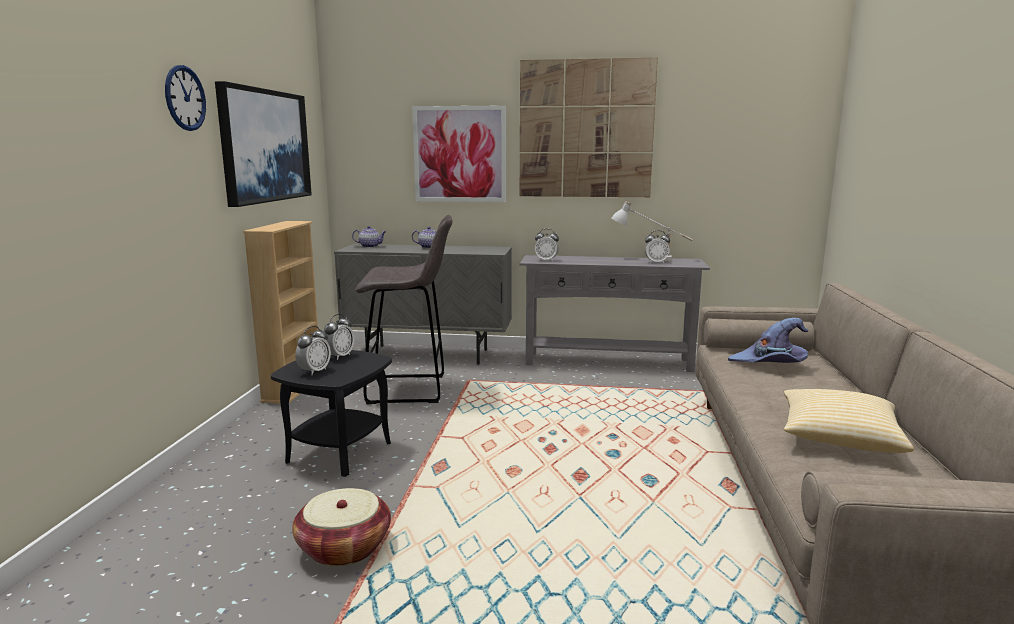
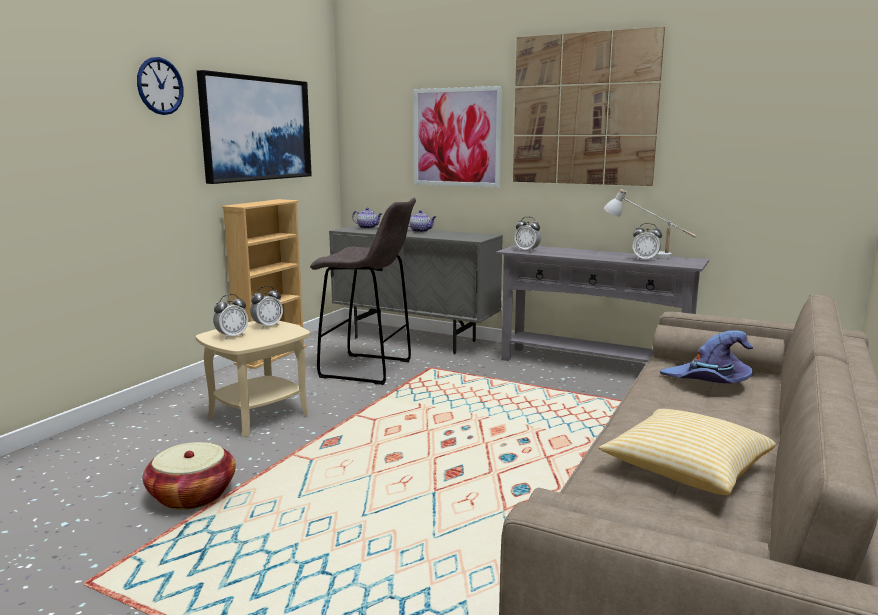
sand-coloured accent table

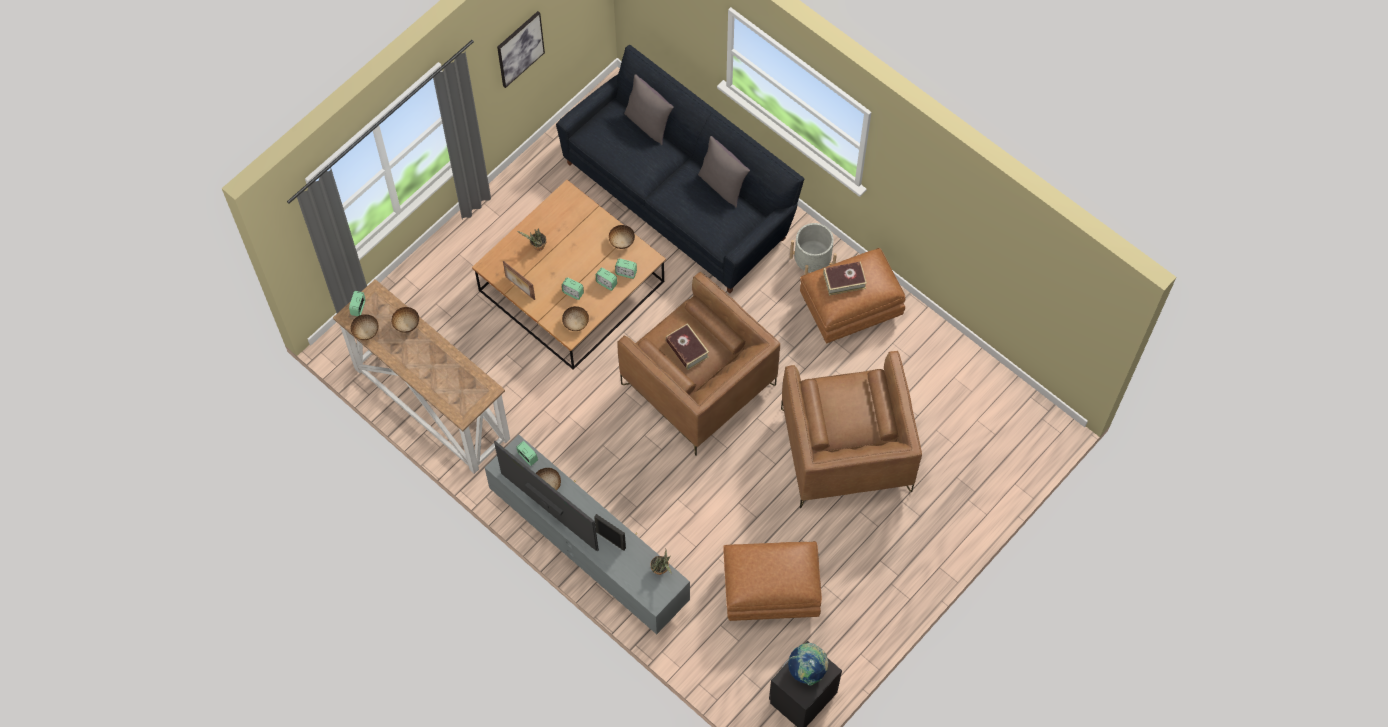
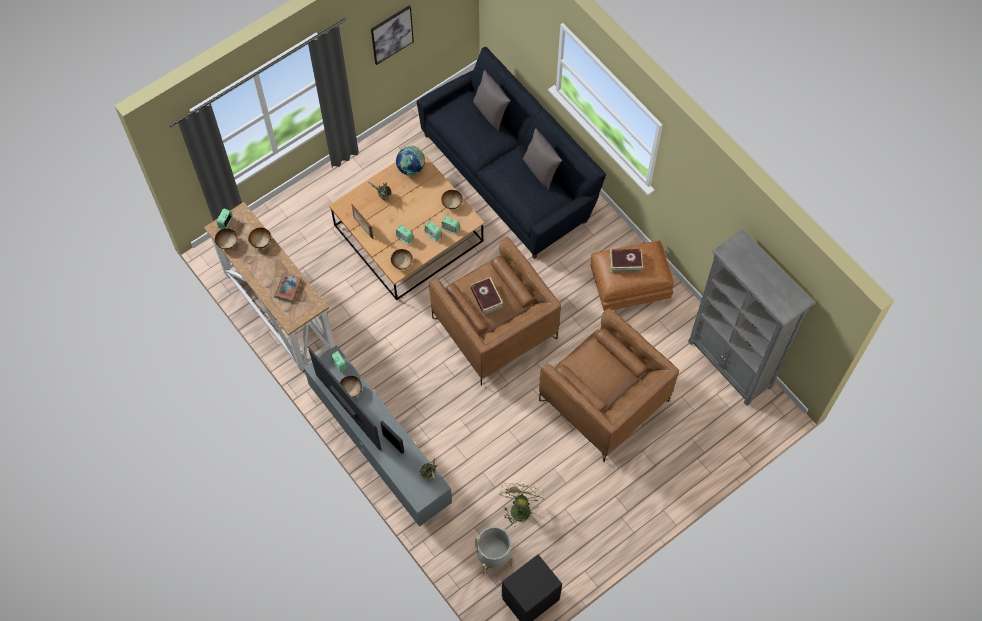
gray plant pot; brownish easy chair (2nd from left); green electric fan; world globe; gray bookcase; bound book (1st from left)

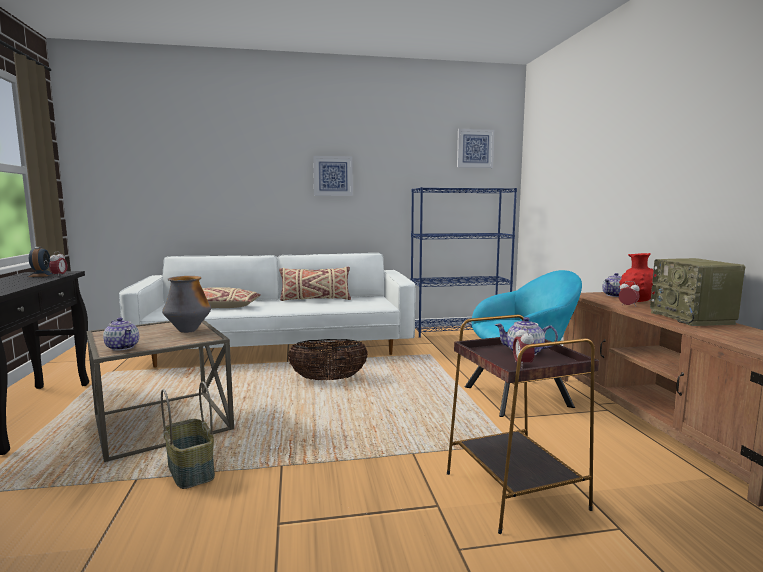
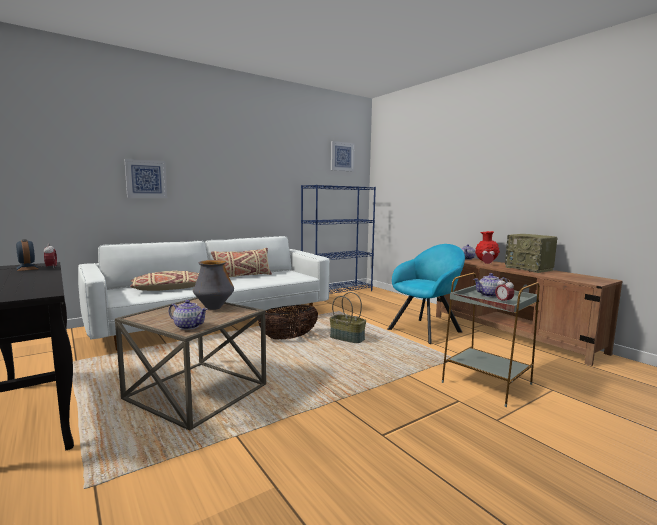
wall picture (1st from left); gray accent table; storage basket (2nd from left)

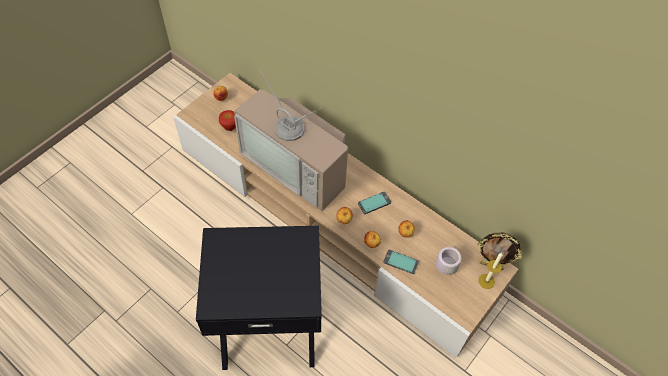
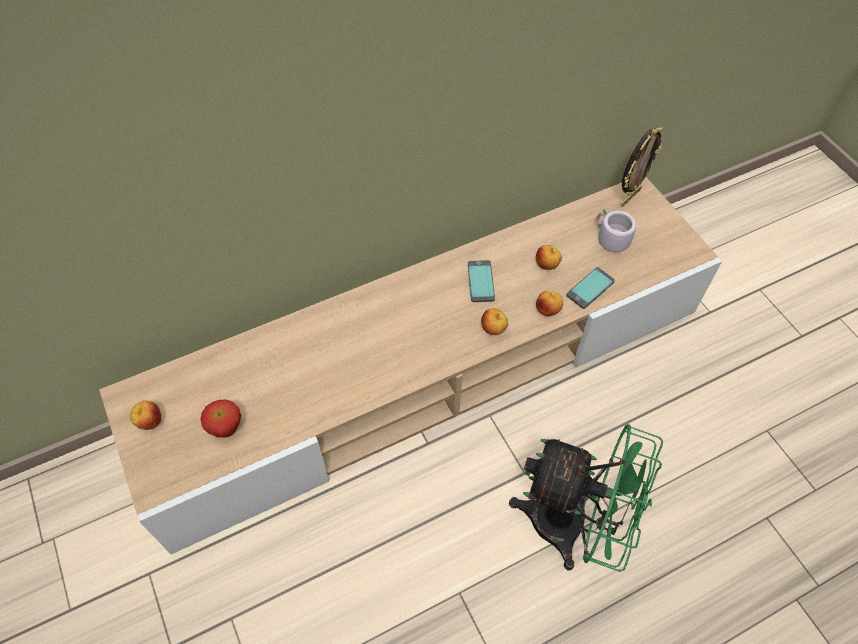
television; green electric fan; wax light

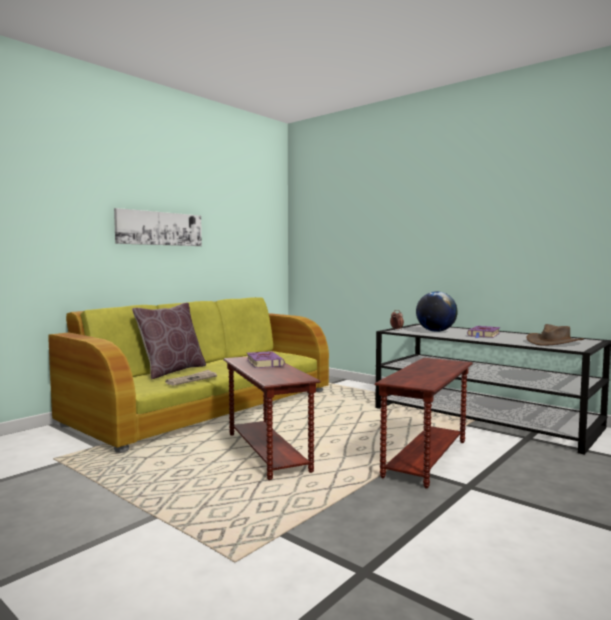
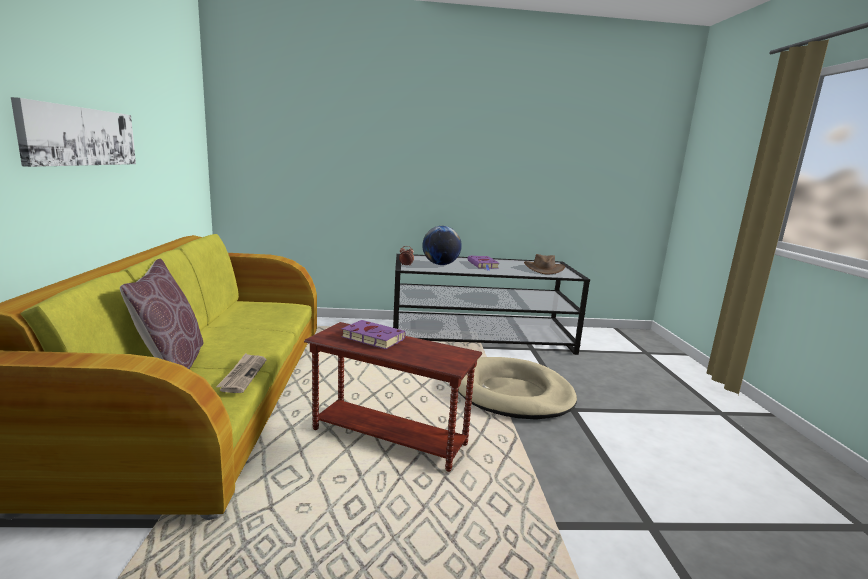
sand-coloured pet bed

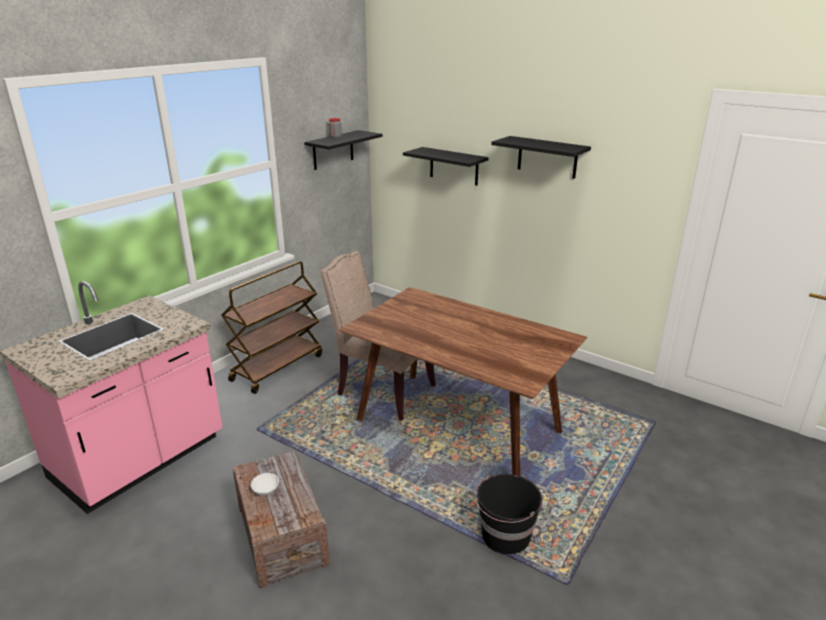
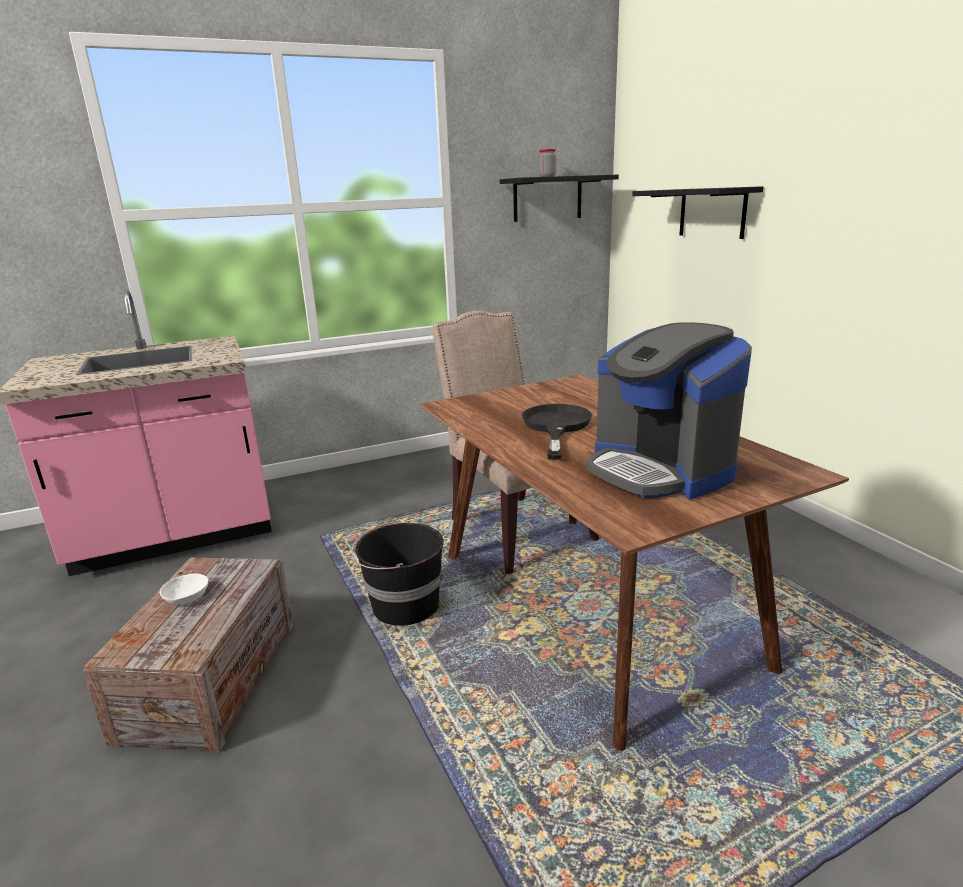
black wall shelf (3rd from left in the first image); brownish cart; black water bucket; coffee brewer; black pan

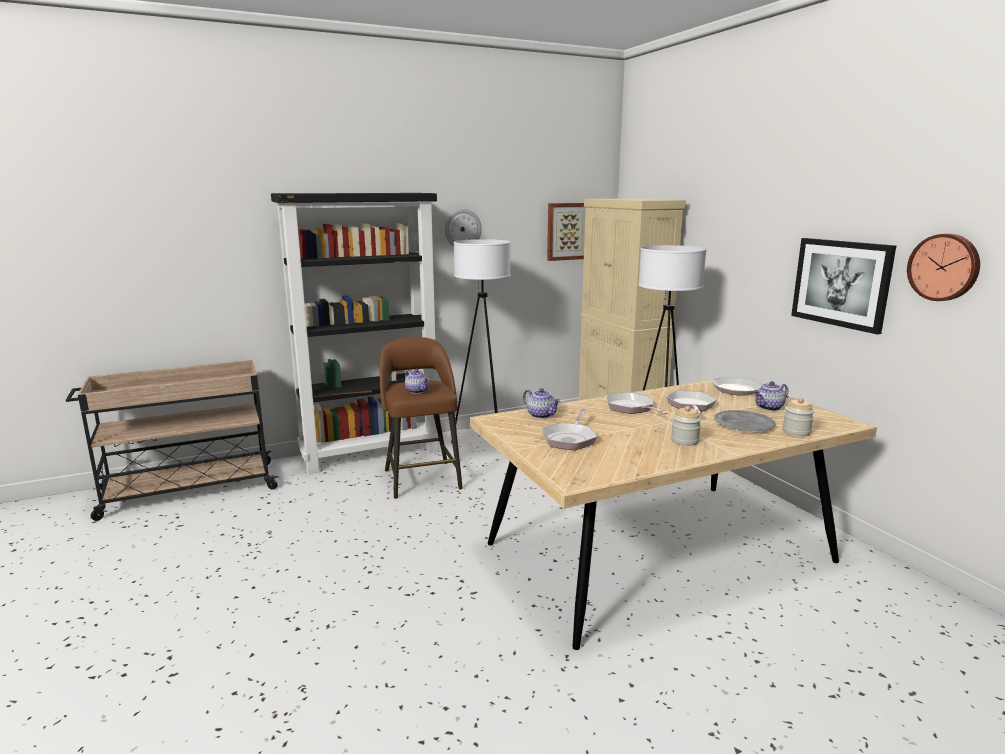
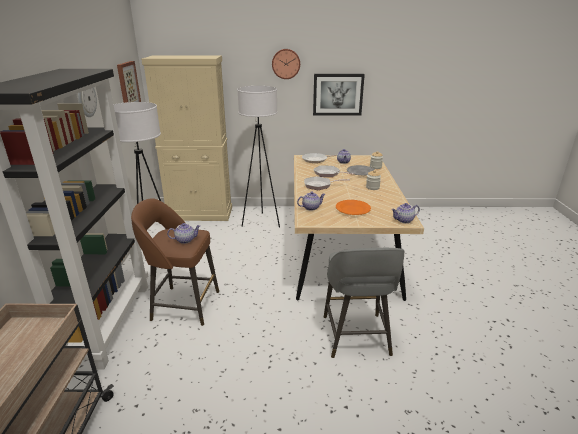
wall clock (2nd from left); orangey dinner plate; teapot (4th from left); gray sitting stool

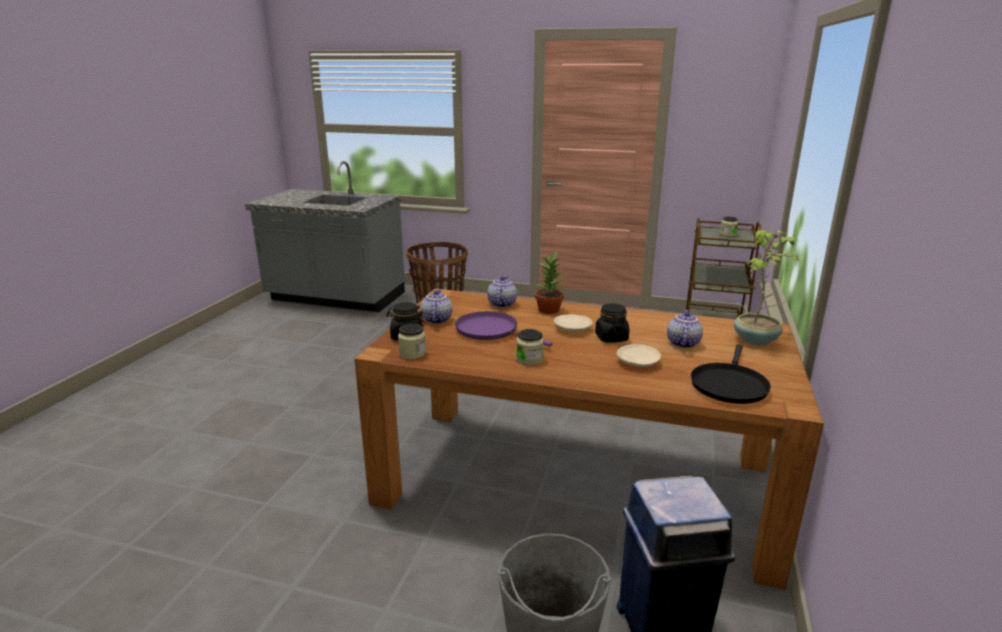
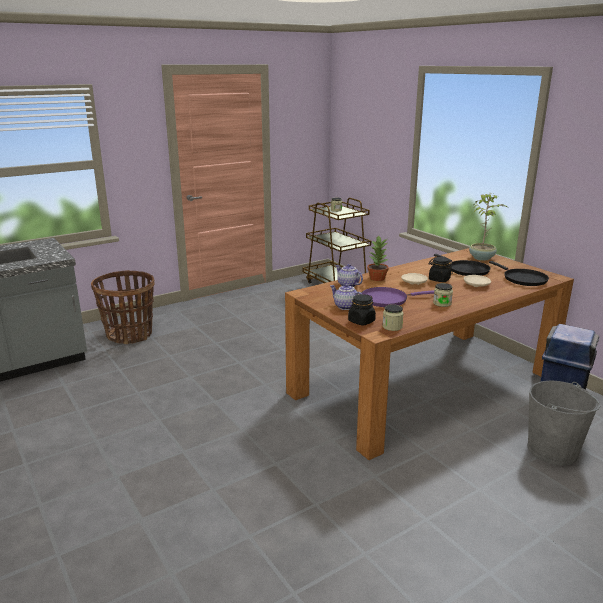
black pan (1st from left)

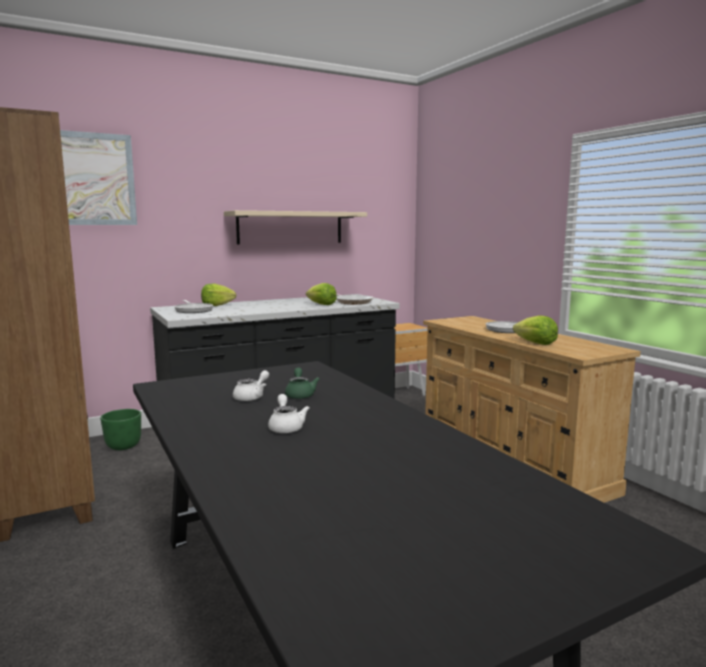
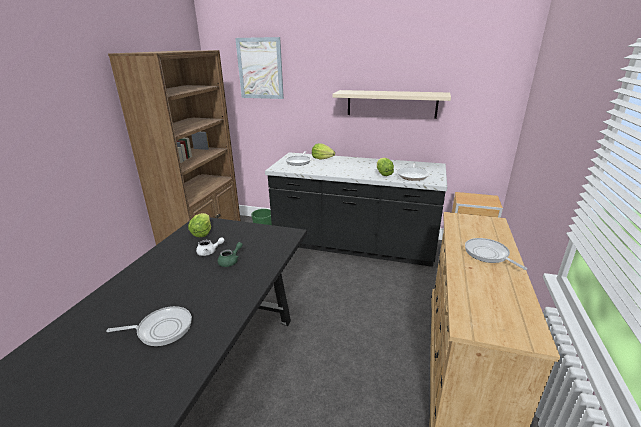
lettuce head (1st from left); whitish teapot (2nd from left in the first image); pan (1st from left)

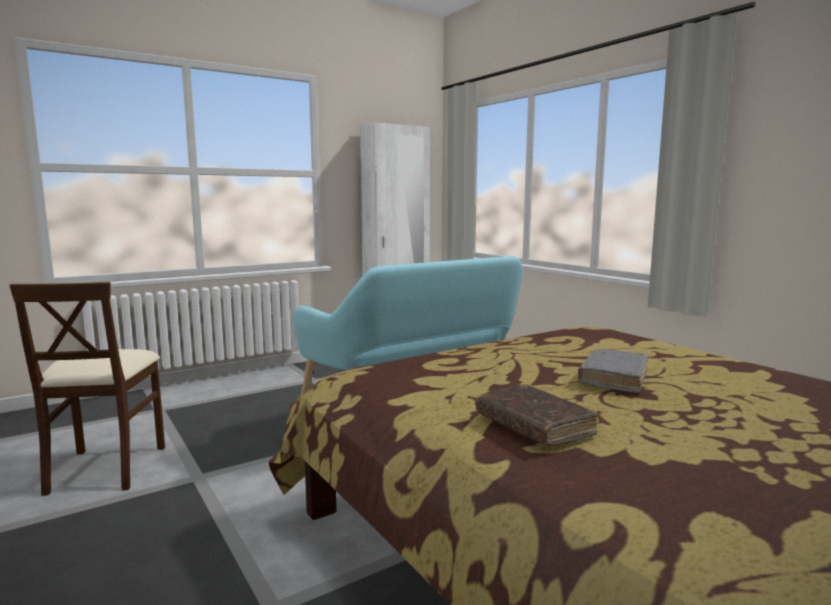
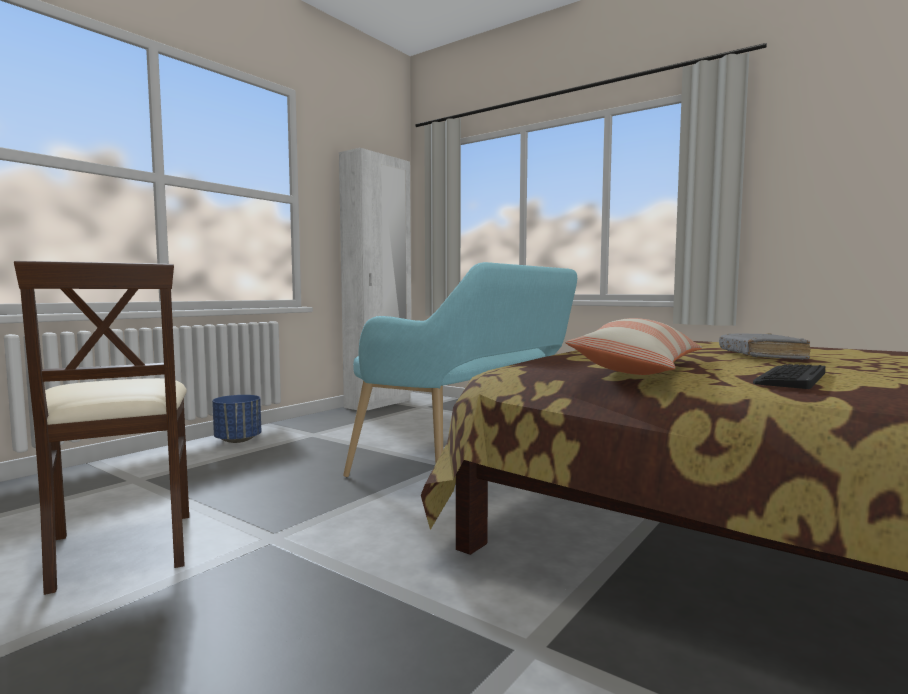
computer keyboard; cushion; blue plant pot

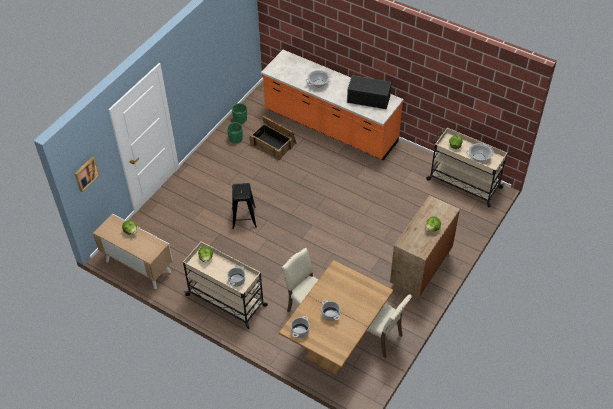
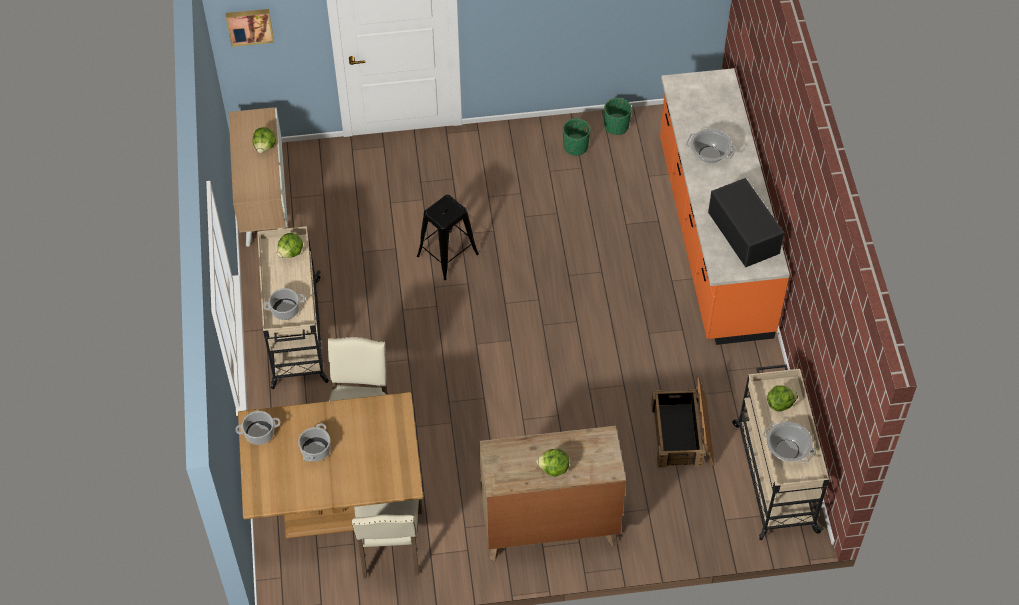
shipping crate

